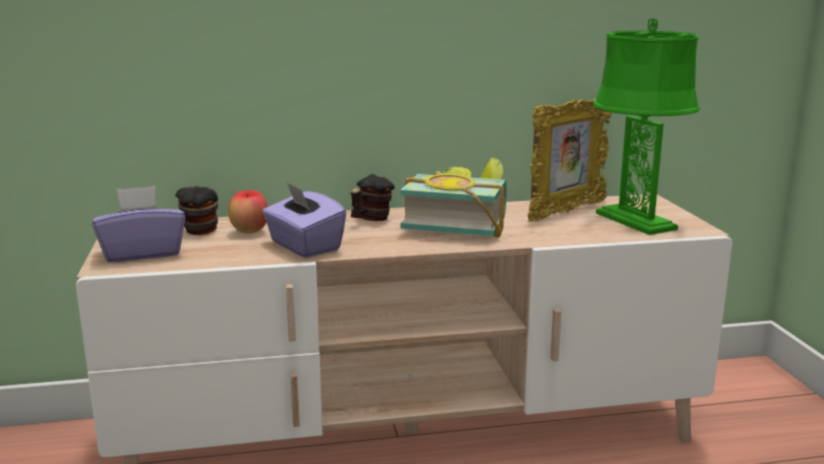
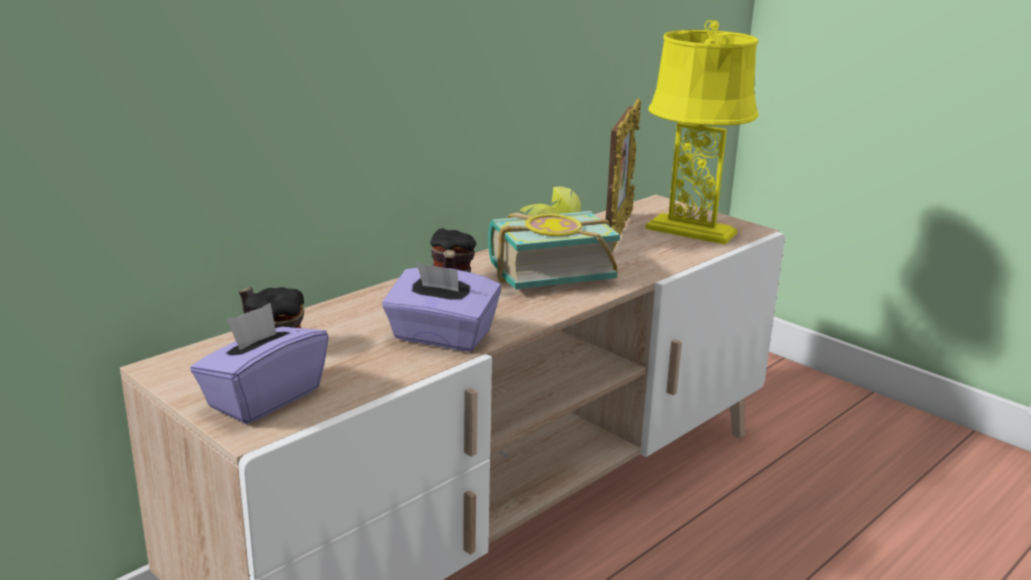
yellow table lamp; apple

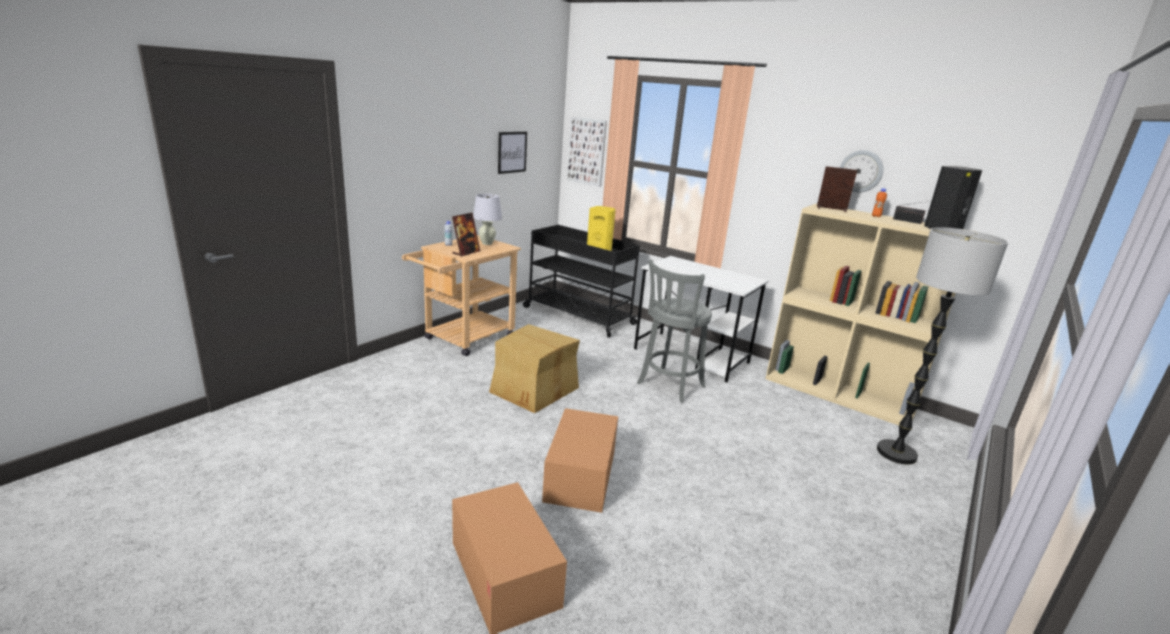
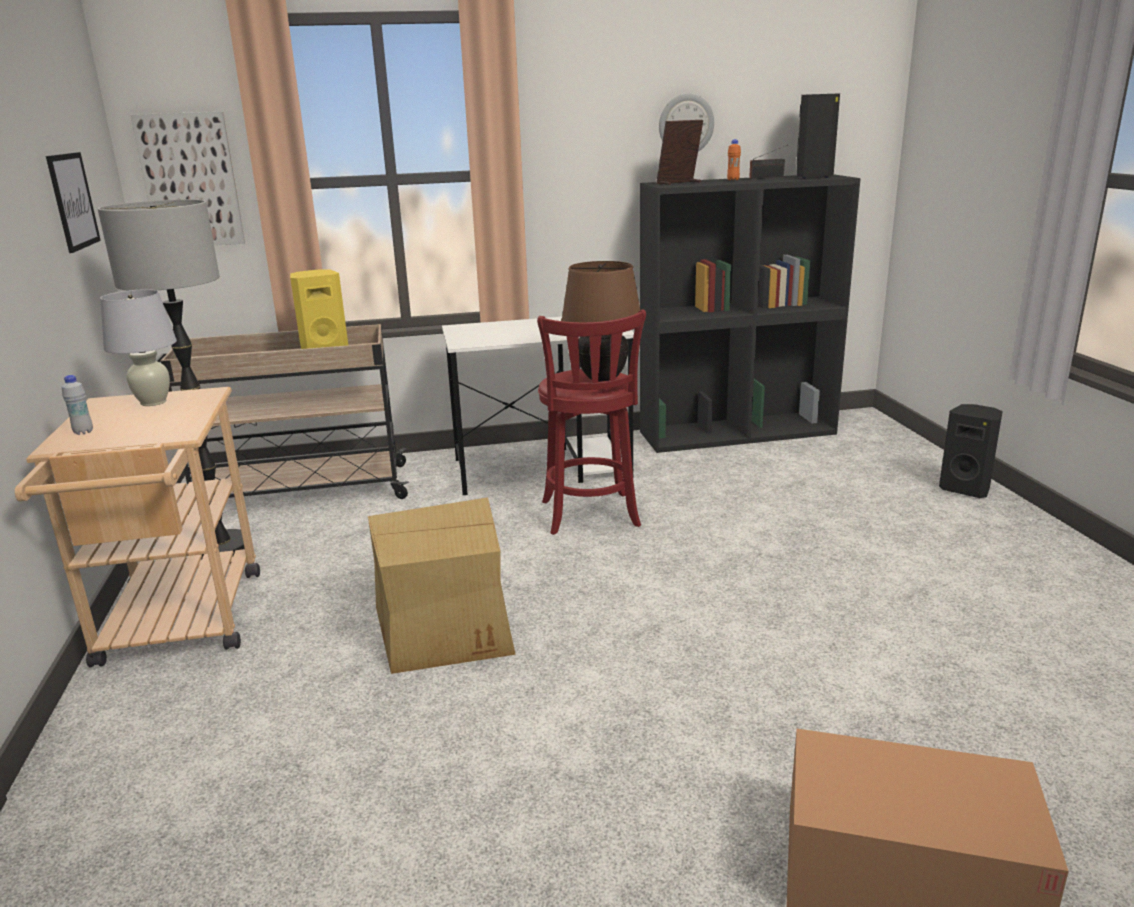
black bookcase; photo frame (1st from left in the first image); sand-coloured cart (2nd from left); standard lamp; reddish sitting stool; cardboard box (3rd from left in the first image); brownish table lamp; black audio speaker (2nd from left)

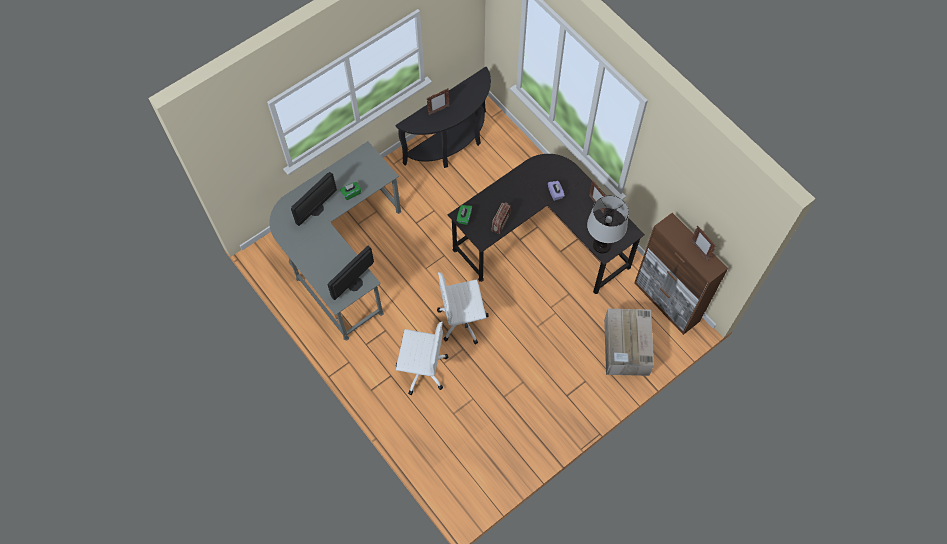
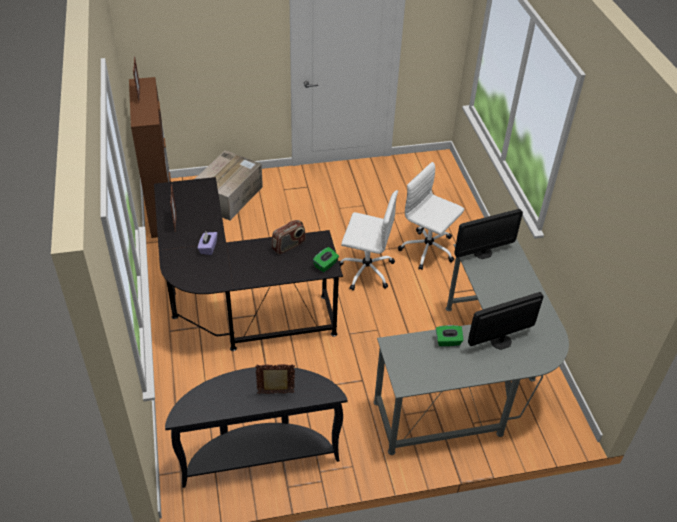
table lamp

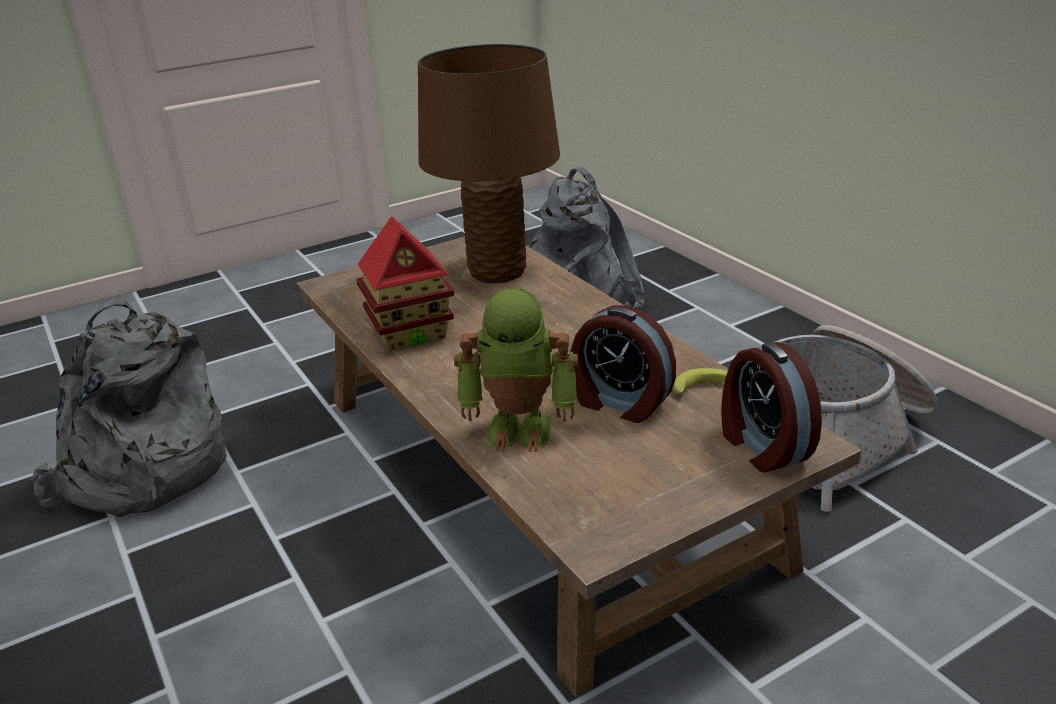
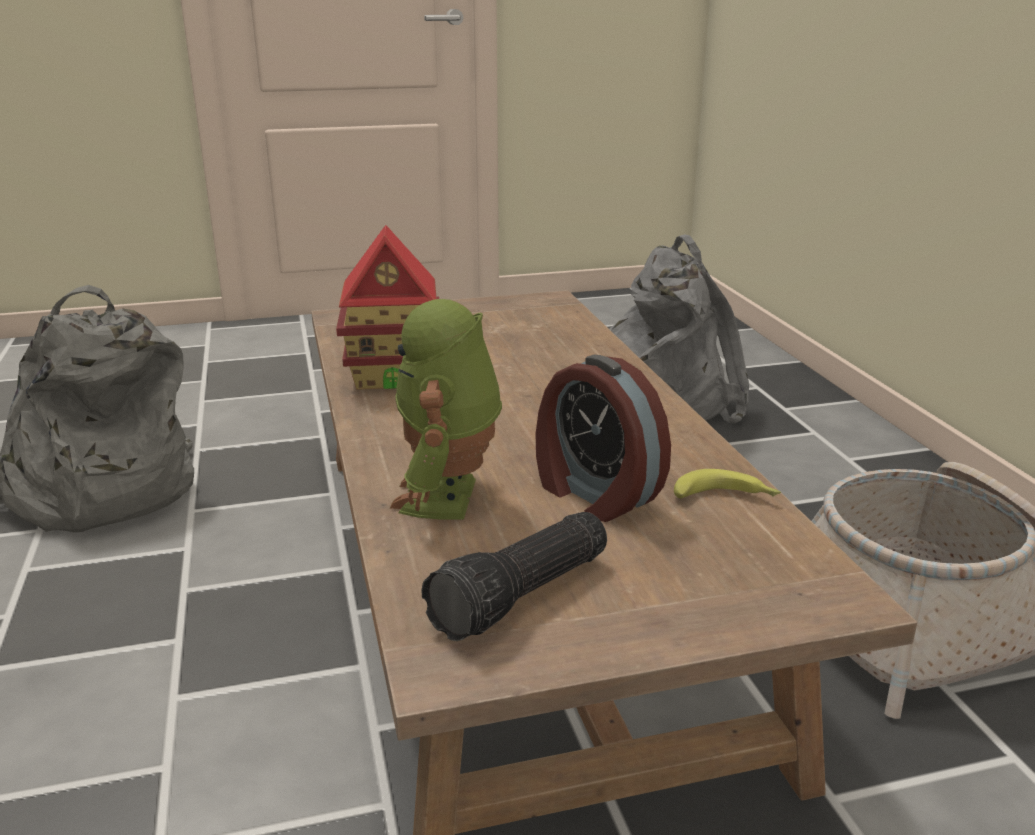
brownish table lamp; model robot; alarm clock (2nd from left in the first image); hand torch

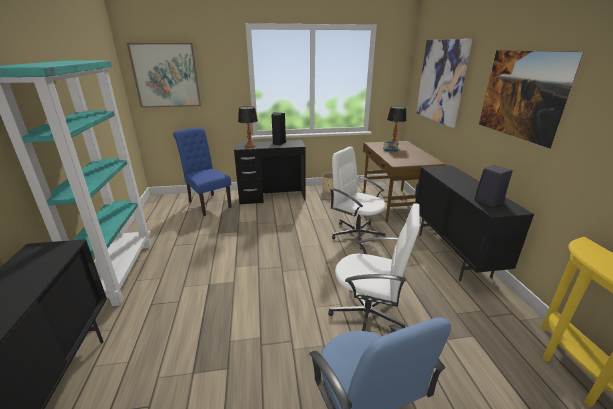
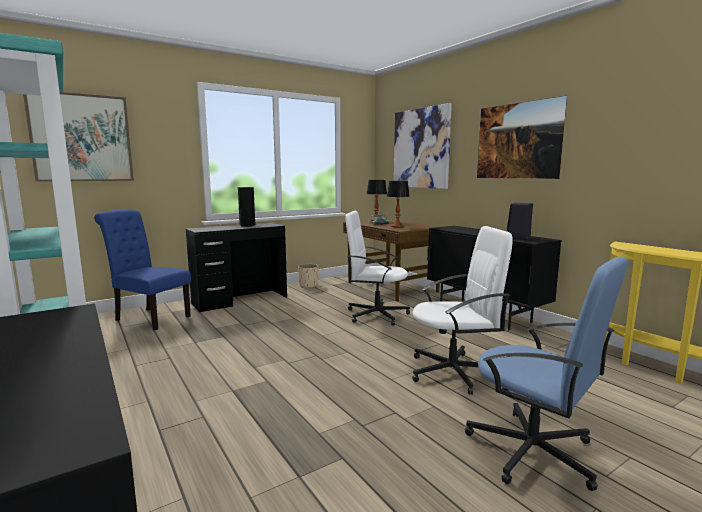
table lamp (2nd from left)

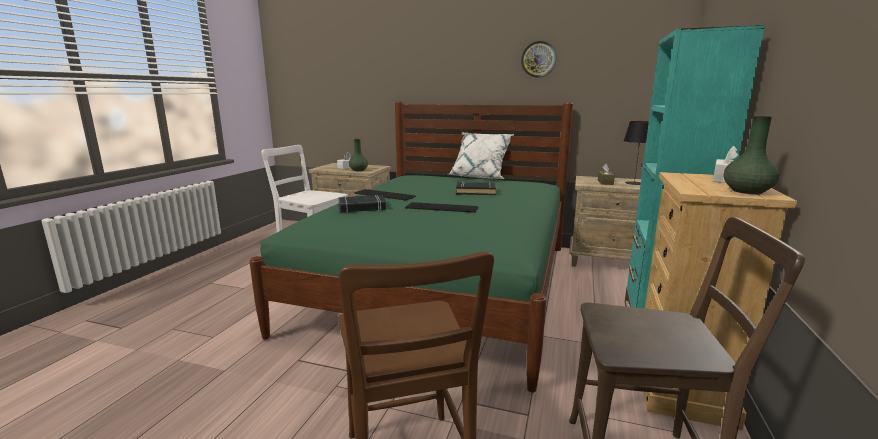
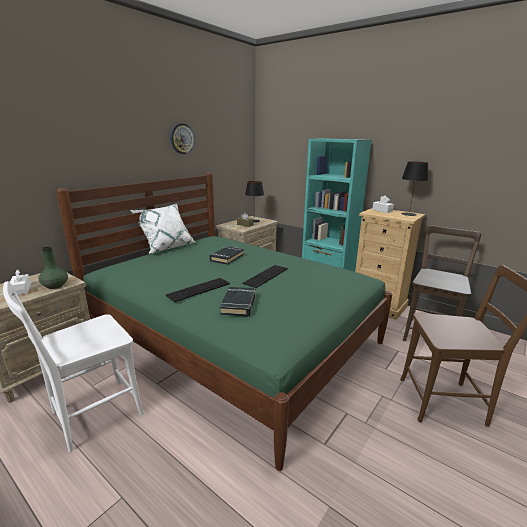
black table lamp (2nd from left)

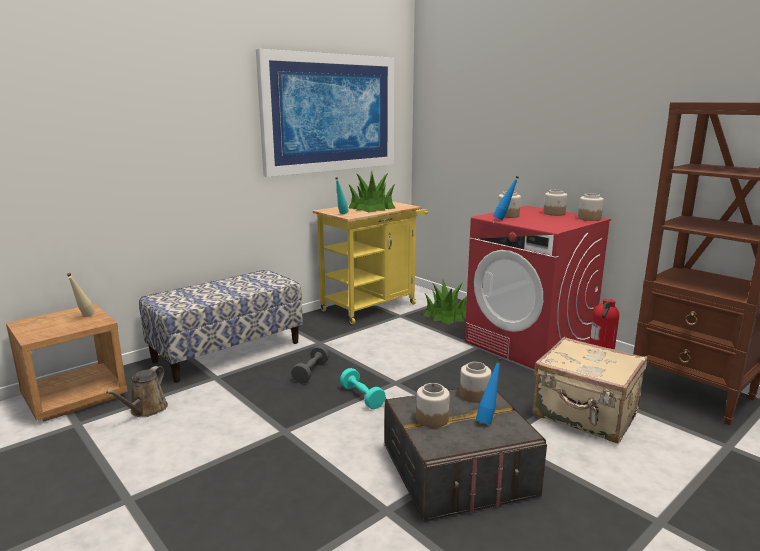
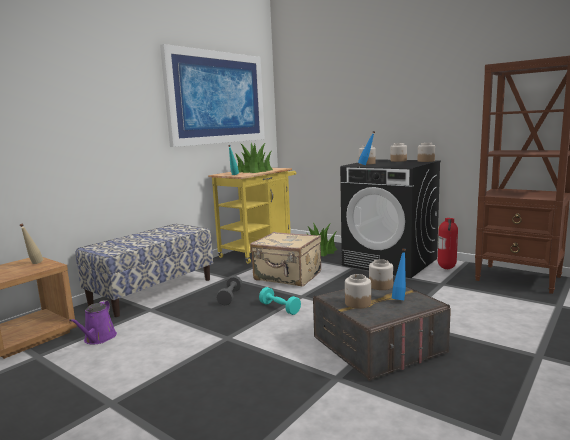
black laundry machine; sand-coloured travel case; purple-coloured watering can

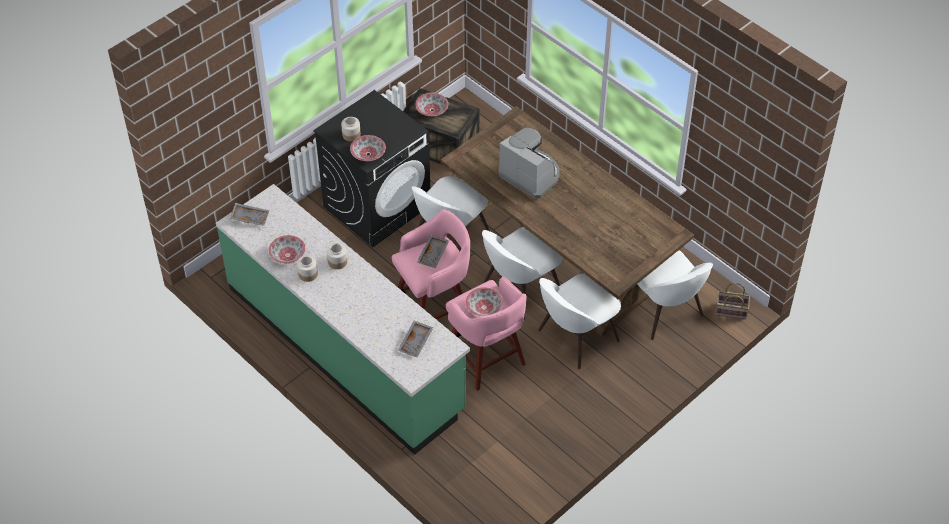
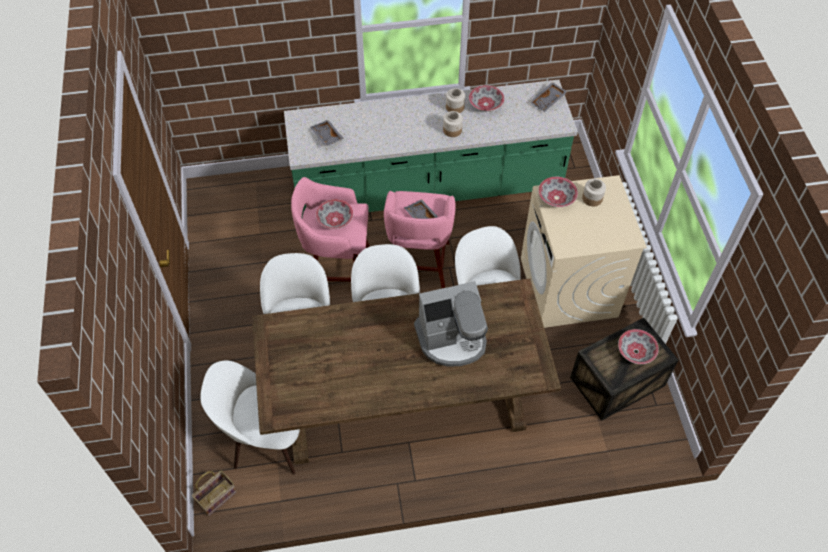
sand-coloured laundry machine

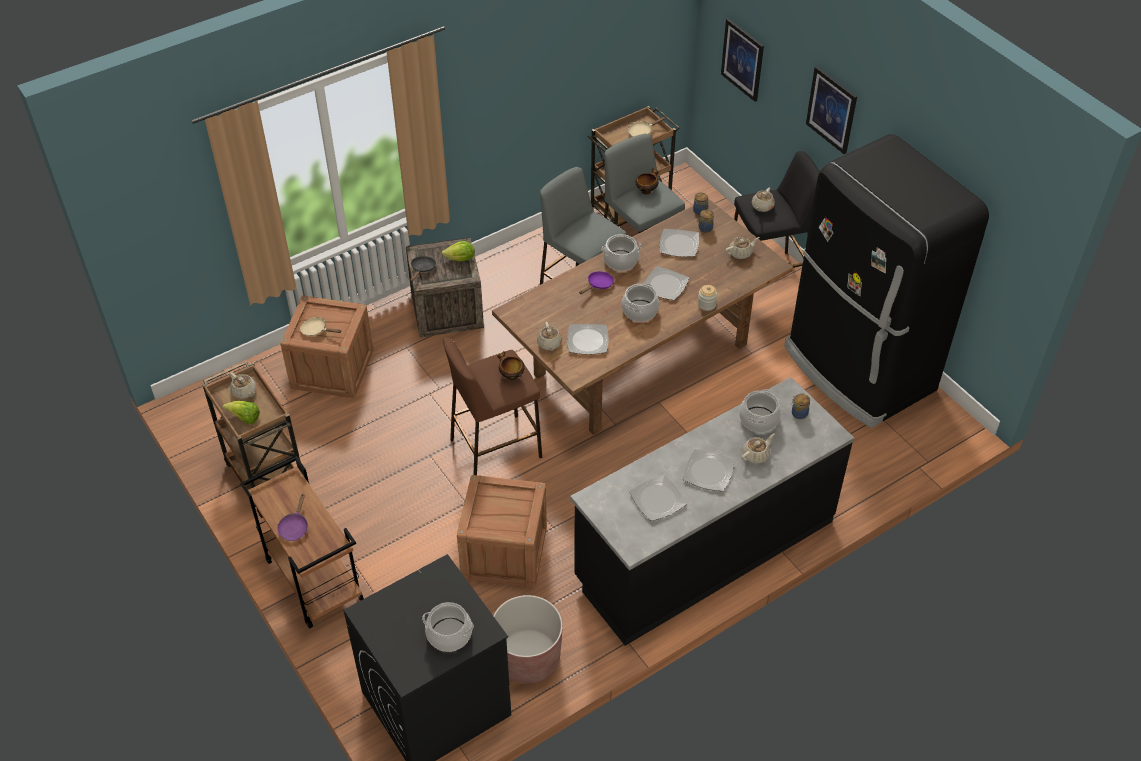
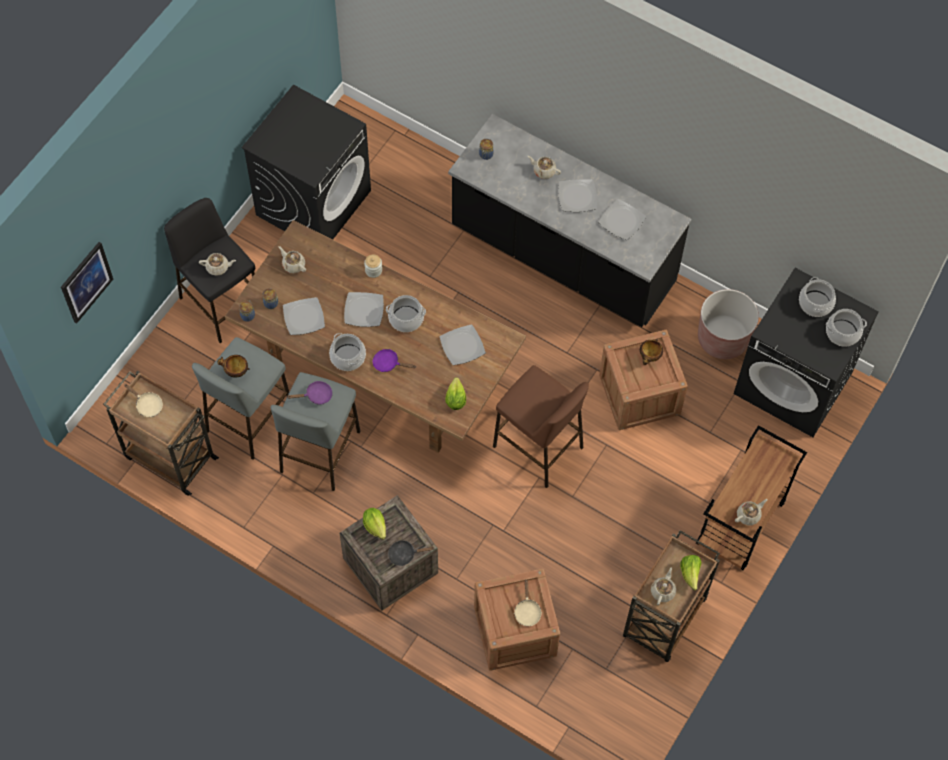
wall picture (2nd from left in the first image); black laundry machine (1st from left); sand-coloured teapot (5th from left); serving bowl (2nd from left); saucepot (4th from left); purple-coloured pan (1st from left); lettuce head (2nd from left)

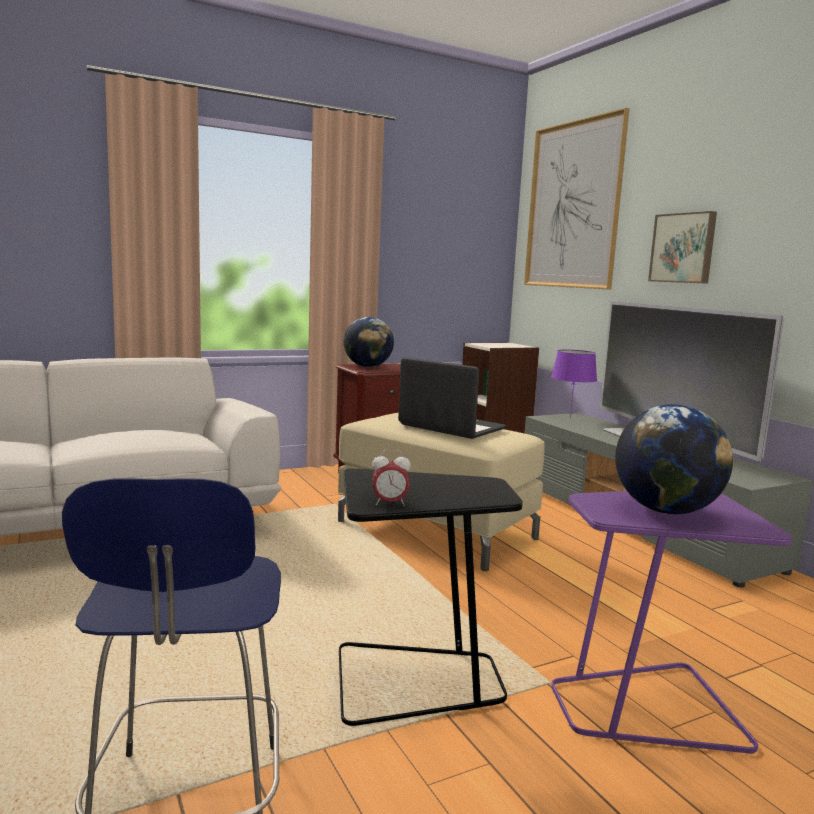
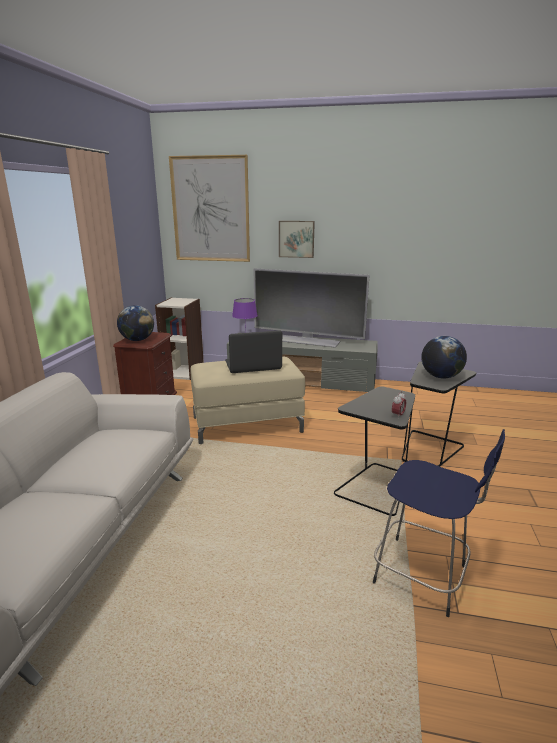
black accent table (2nd from left)

